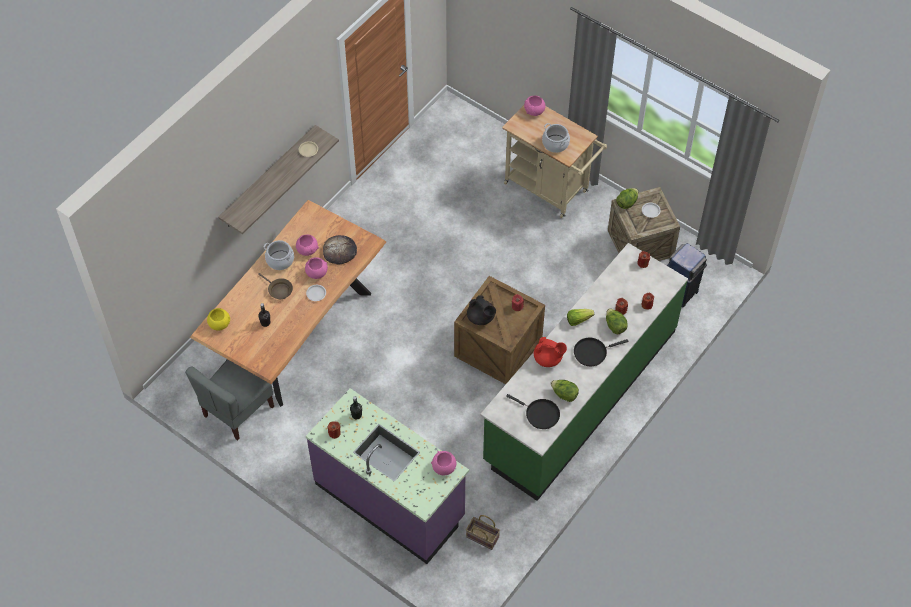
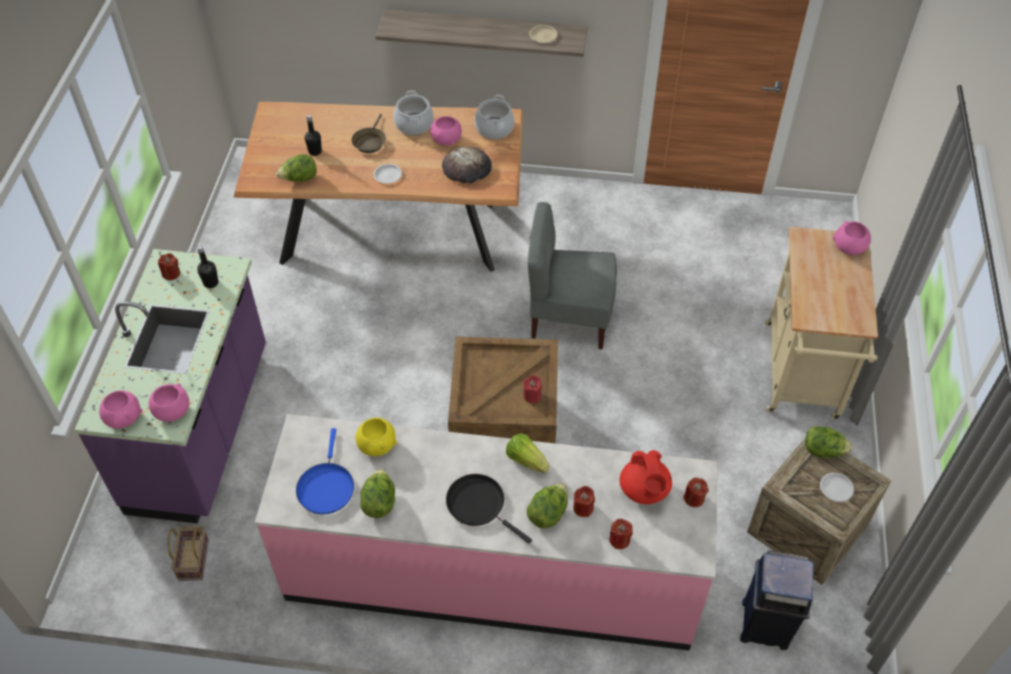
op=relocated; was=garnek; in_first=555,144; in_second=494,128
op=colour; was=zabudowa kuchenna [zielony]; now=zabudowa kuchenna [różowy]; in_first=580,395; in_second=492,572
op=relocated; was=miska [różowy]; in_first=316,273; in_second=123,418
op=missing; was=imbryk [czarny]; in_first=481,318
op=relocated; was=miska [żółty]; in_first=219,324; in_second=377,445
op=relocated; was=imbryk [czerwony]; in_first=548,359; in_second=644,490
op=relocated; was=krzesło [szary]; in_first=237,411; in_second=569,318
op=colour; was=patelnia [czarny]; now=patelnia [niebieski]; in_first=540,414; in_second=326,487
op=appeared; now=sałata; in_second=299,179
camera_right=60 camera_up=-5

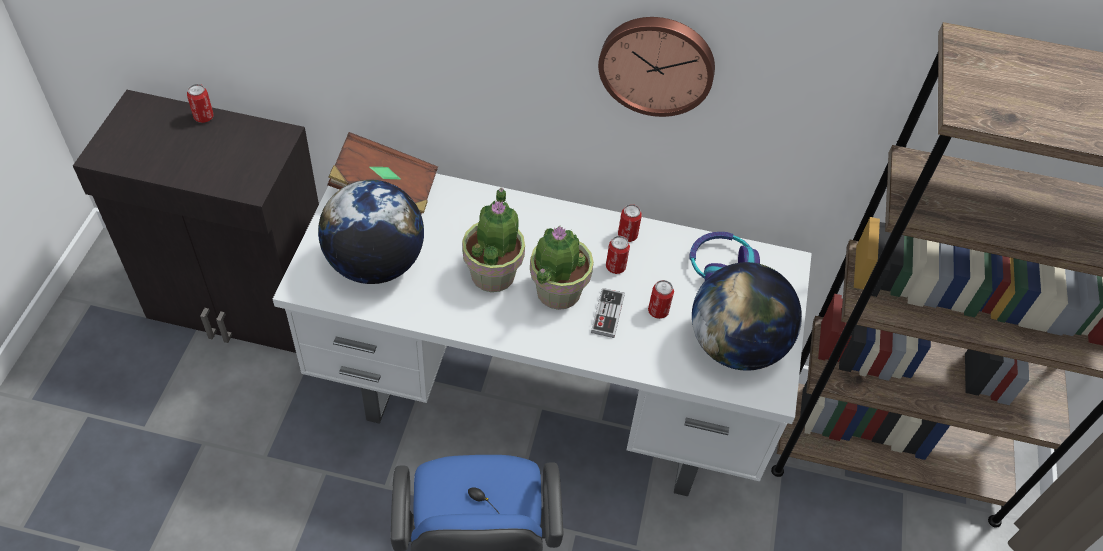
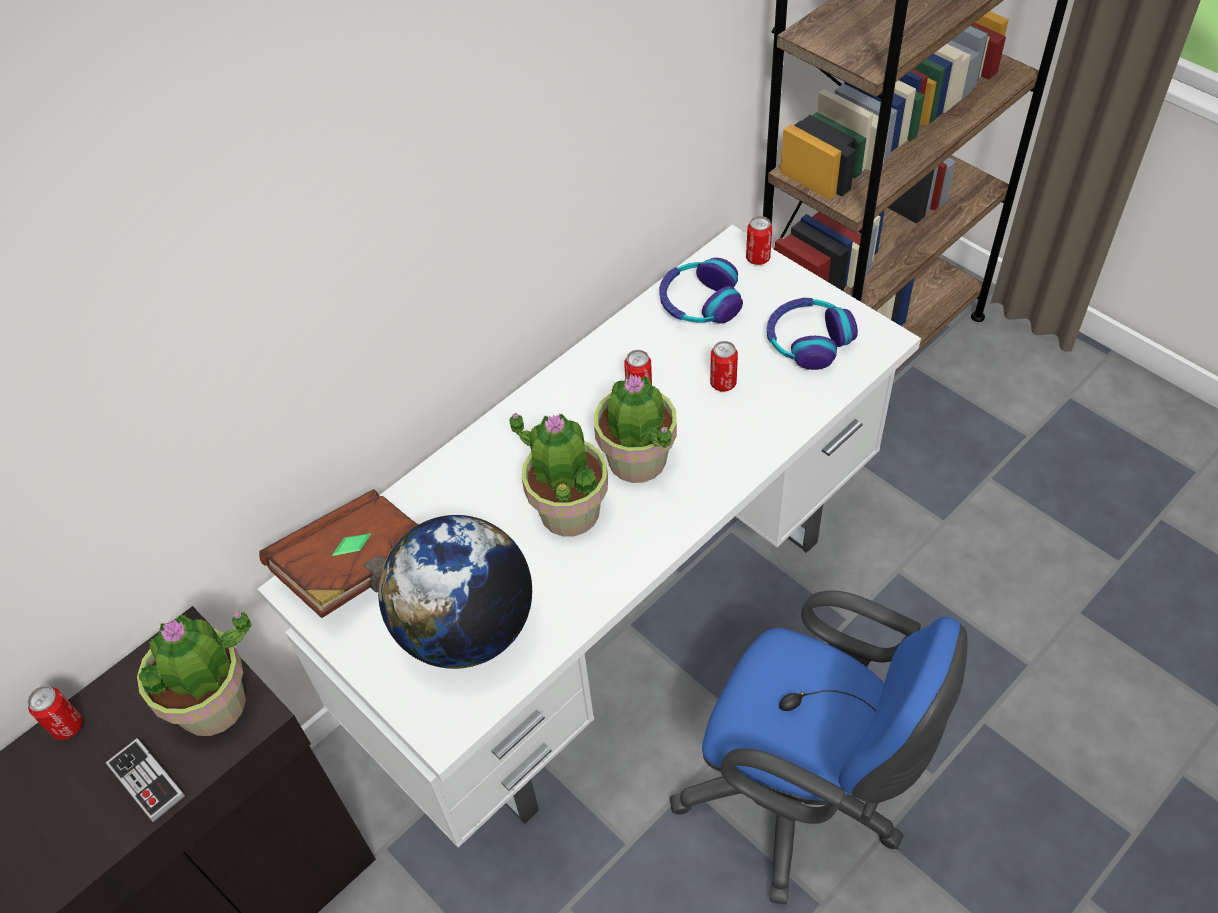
op=missing; was=zegar ścienny; in_first=657,63
op=relocated; was=puszka; in_first=627,235; in_second=758,258
op=exchanged; was=globus; now=słuchawki; in_first=735,345; in_second=808,340
op=relocated; was=pad do gier; in_first=607,314; in_second=146,781
op=appeared; now=roślina doniczkowa; in_second=213,705
camera_right=-50 camera_up=0

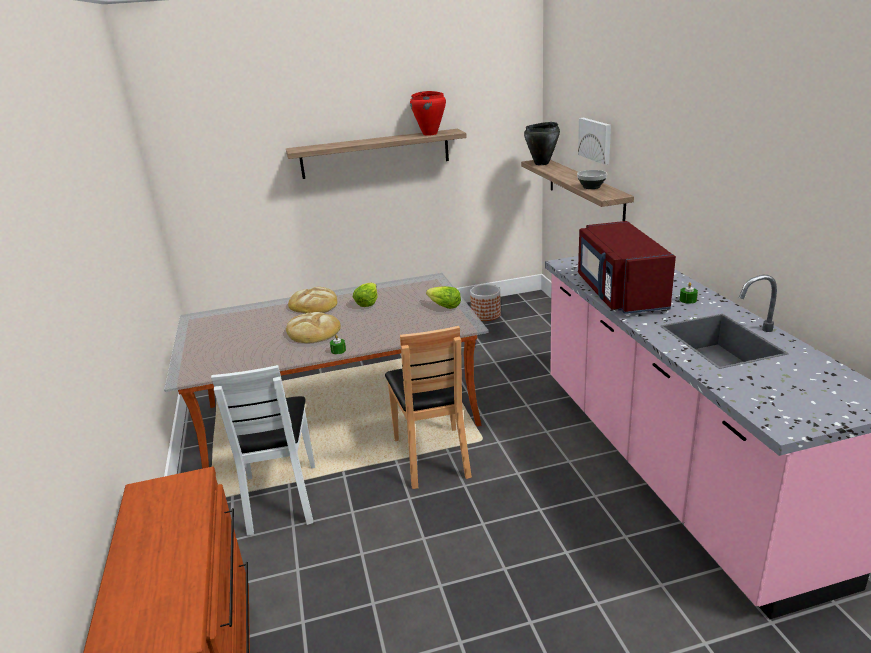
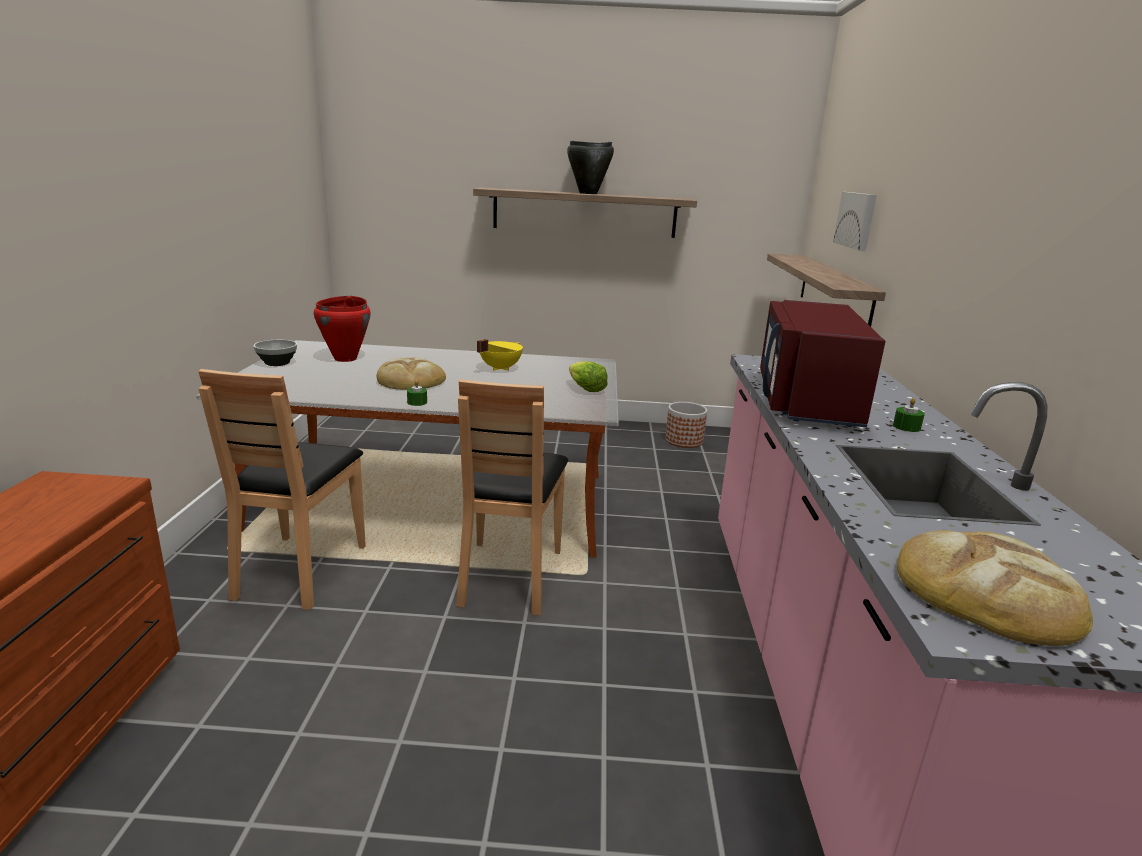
op=relocated; was=garnek [czerwony]; in_first=430,134; in_second=346,358
op=relocated; was=garnek [czarny]; in_first=542,163; in_second=588,193
op=relocated; was=miska; in_first=592,187; in_second=278,363
op=exchanged; was=sałata; now=garnek [żółty]; in_first=367,303; in_second=499,368
op=relocated; was=chleb; in_first=314,304; in_second=986,593
op=colour; was=krzesło [biały]; now=krzesło [brązowy]; in_first=281,498; in_second=300,570
camera_right=15 camera_up=-5

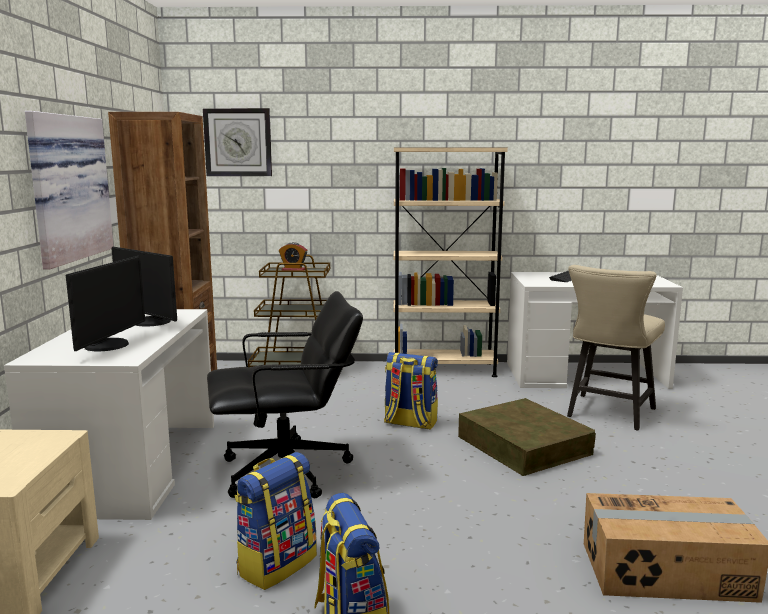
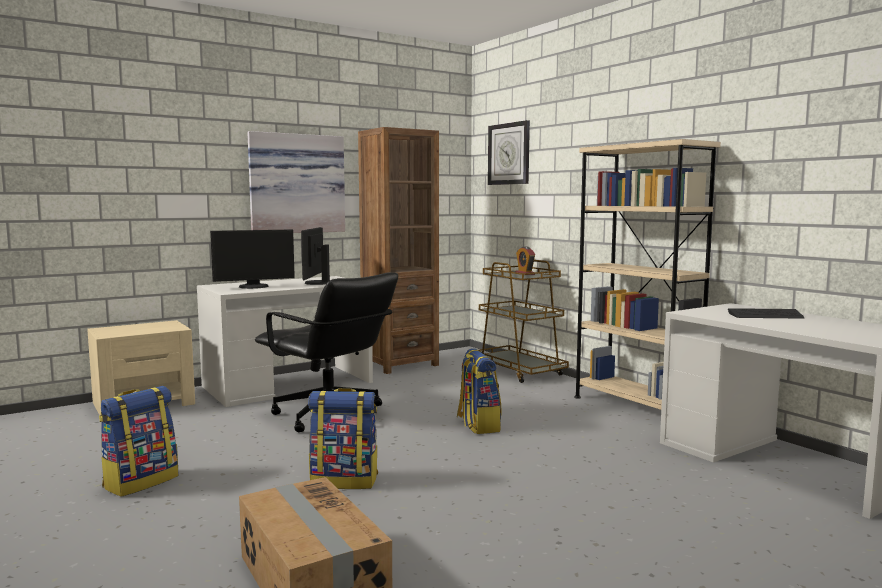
op=missing; was=krzesło [beżowy]; in_first=608,414
op=missing; was=pojemnik do przechowywania [brązowy]; in_first=523,445
op=relocated; was=plecak; in_first=276,564; in_second=345,480
camera_right=55 camera_up=-5

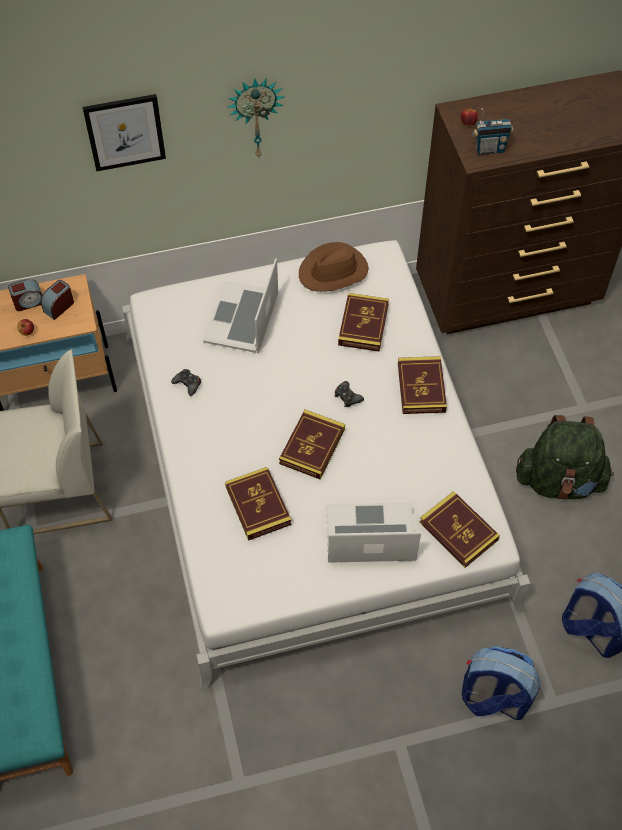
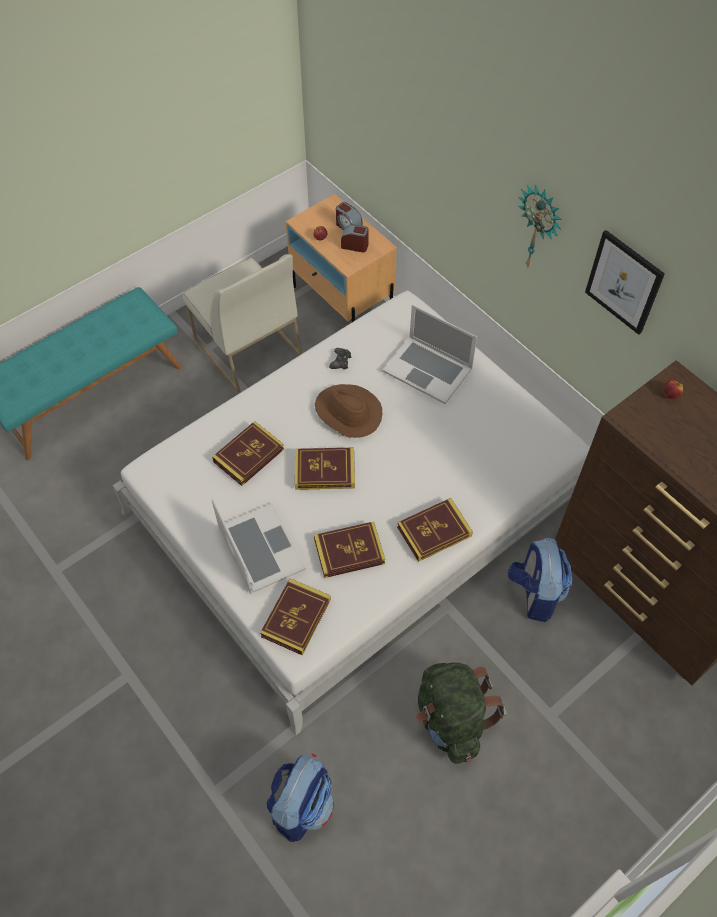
op=relocated; was=obraz; in_first=125,132; in_second=624,282
op=missing; was=radio; in_first=489,149
op=relocated; was=kapelusz [brązowy]; in_first=333,271; in_second=348,413
op=spun; was=laptop; in_first=242,317; in_second=427,369; clockwise=-135
op=relocated; was=książka; in_first=363,324; in_second=349,551
op=missing; was=pad do gier [czarny]; in_first=347,397
op=relocated; was=plecak; in_first=493,698; in_second=535,593
camera_right=65 camera_up=0

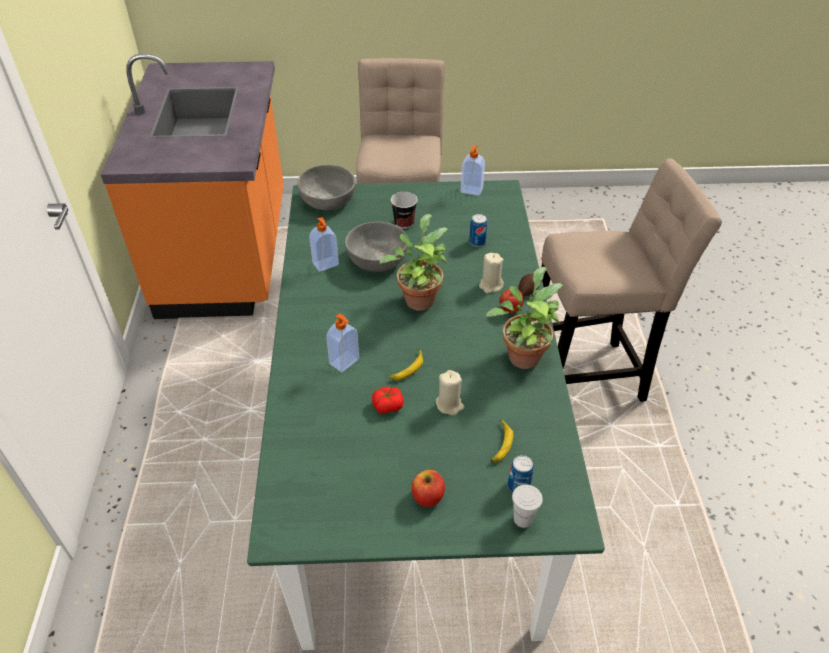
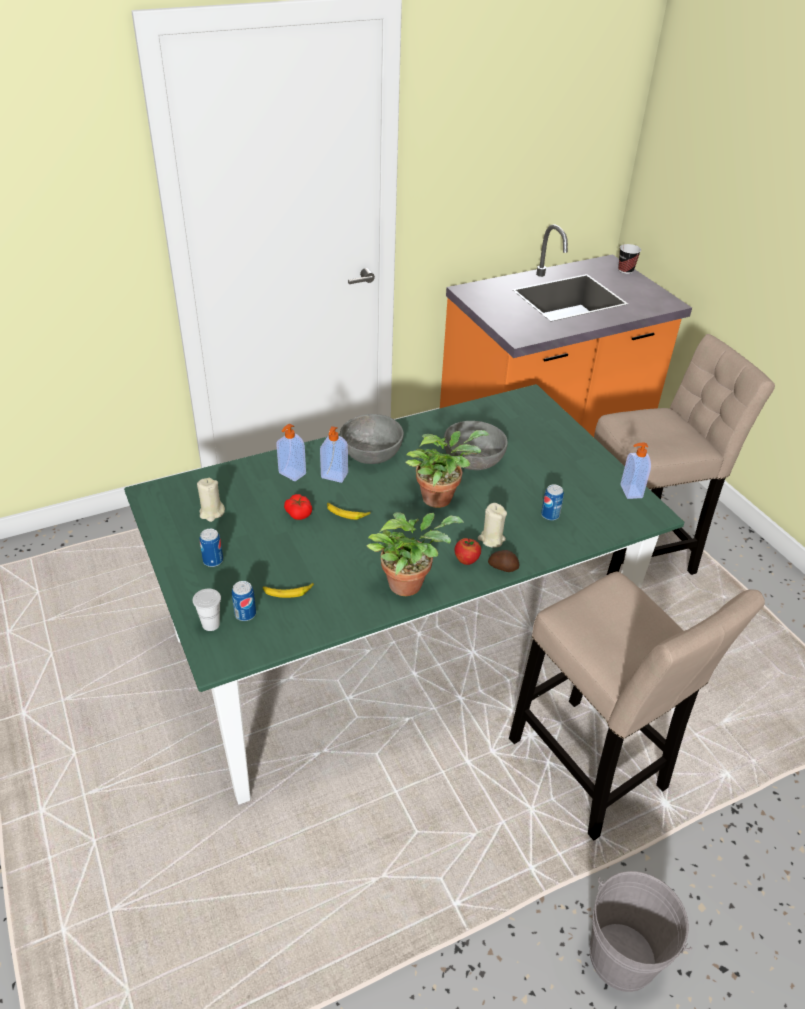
op=relocated; was=miska [szary]; in_first=328,200; in_second=371,452
op=relocated; was=filiżanka; in_first=404,223; in_second=625,270
op=relocated; was=dozownik mydła; in_first=326,264; in_second=291,474
op=relocated; was=świeca [beżowy]; in_first=449,405; in_second=211,513
op=exchanged; was=jabłko; now=puszka; in_first=428,496; in_second=213,561
op=appeared; now=wiadro [szary]; in_second=622,957
camera_right=65 camera_up=-5

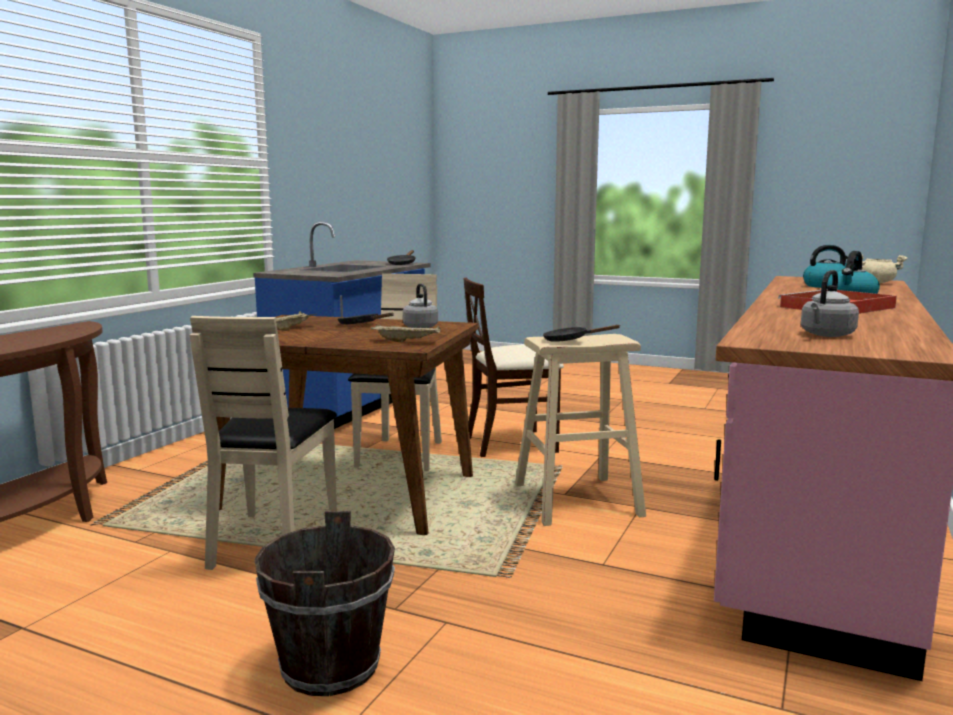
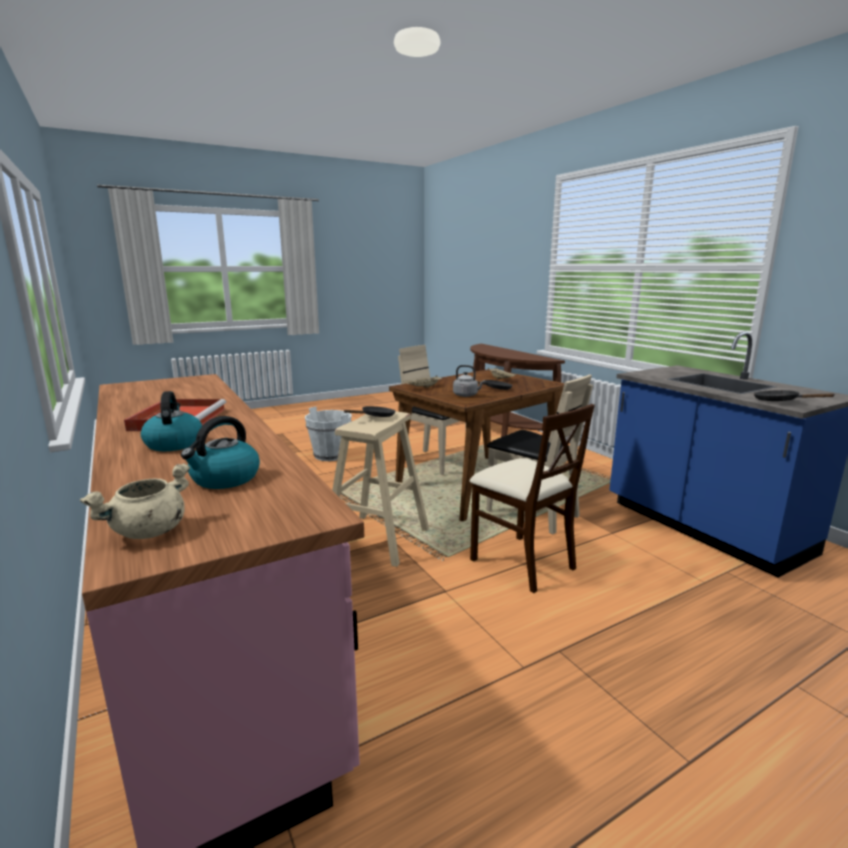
op=missing; was=czajnik [szary]; in_first=826,335
op=spun; was=krzesło [beżowy]; in_first=512,443; in_second=522,562; clockwise=120
op=colour; was=wiadro [brązowy]; now=wiadro [biały]; in_first=331,667; in_second=330,455
camera_right=125 camera_up=5

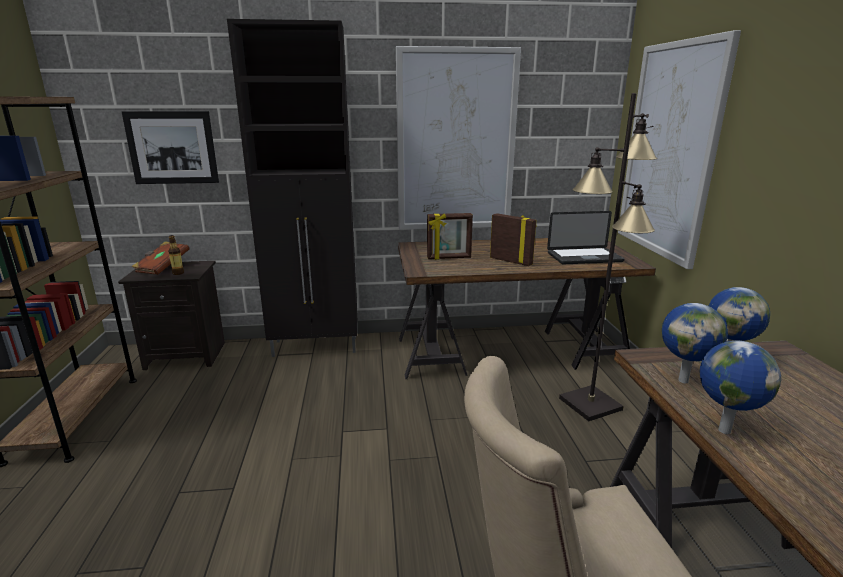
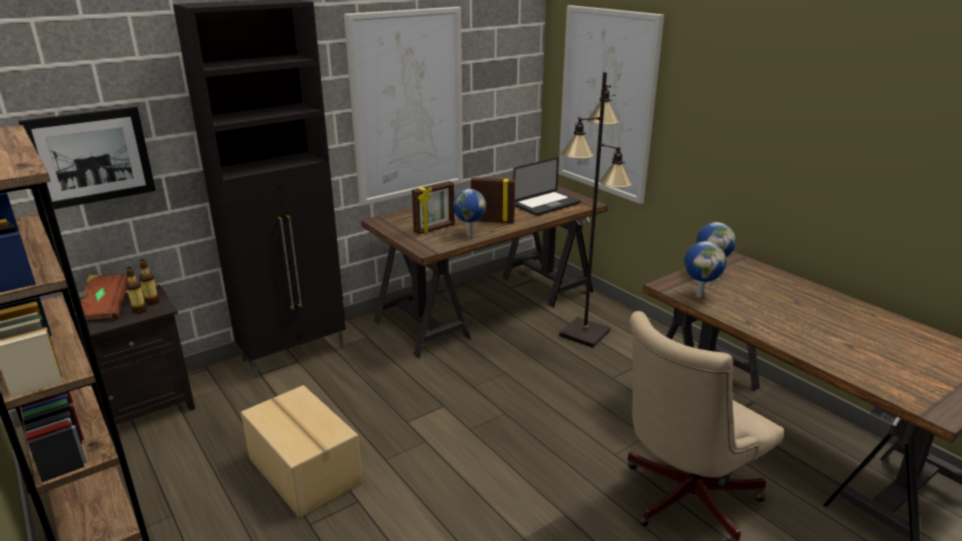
op=relocated; was=globus; in_first=722,430; in_second=469,235
op=appeared; now=butelka; in_second=152,302
op=appeared; now=karton; in_second=303,471
camera_right=-30 camera_up=5

